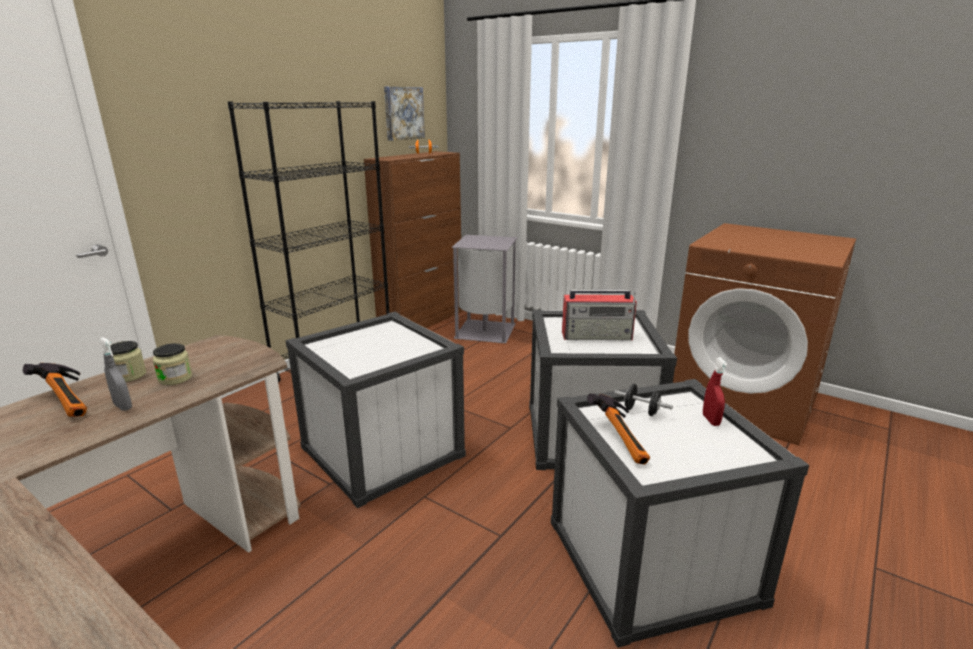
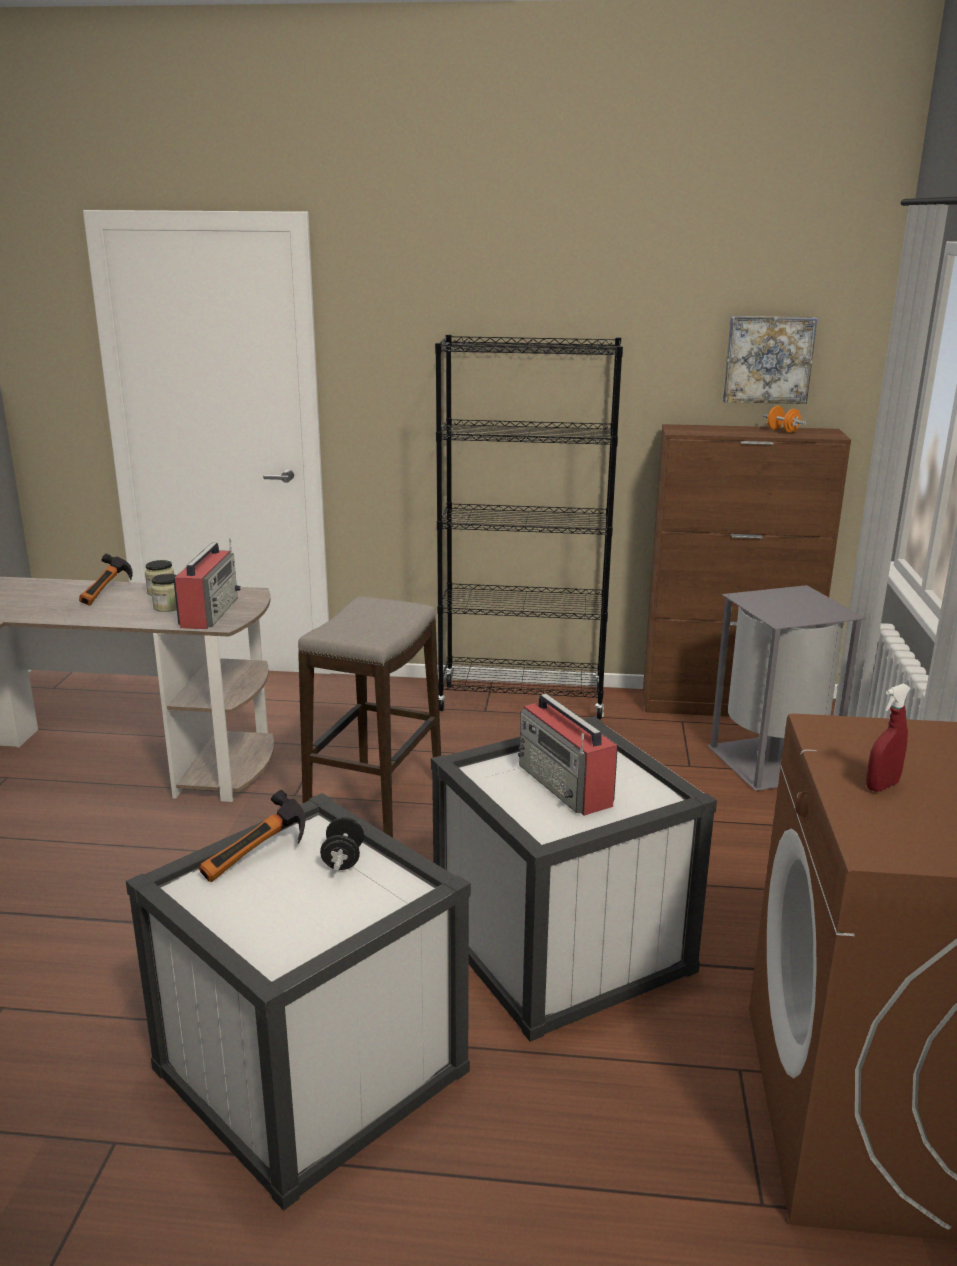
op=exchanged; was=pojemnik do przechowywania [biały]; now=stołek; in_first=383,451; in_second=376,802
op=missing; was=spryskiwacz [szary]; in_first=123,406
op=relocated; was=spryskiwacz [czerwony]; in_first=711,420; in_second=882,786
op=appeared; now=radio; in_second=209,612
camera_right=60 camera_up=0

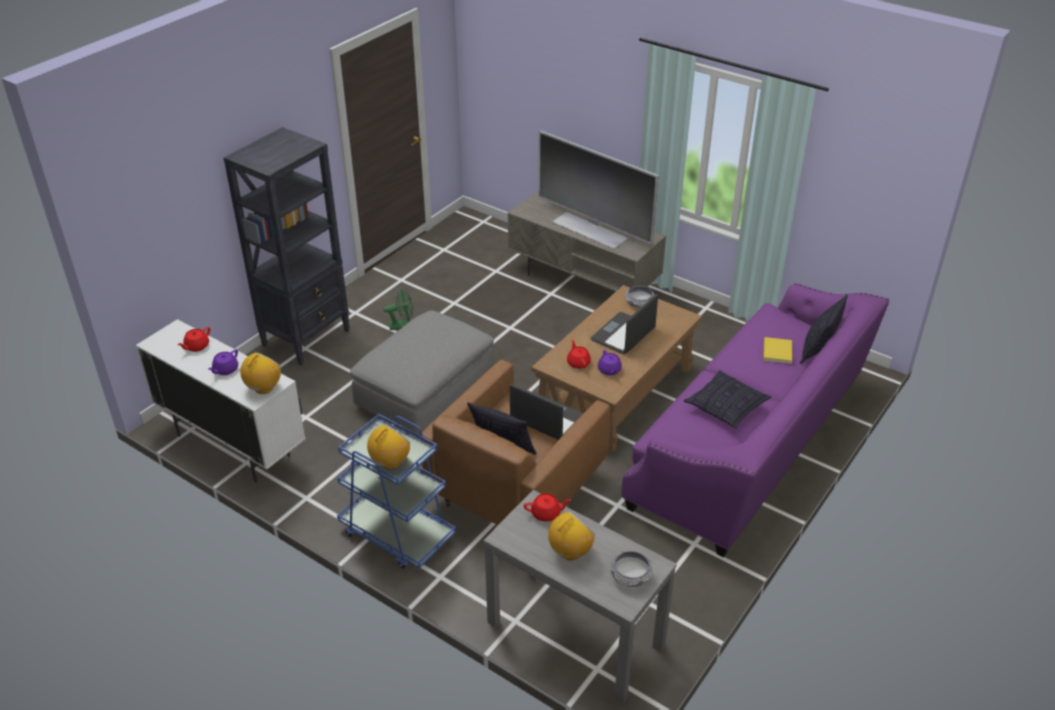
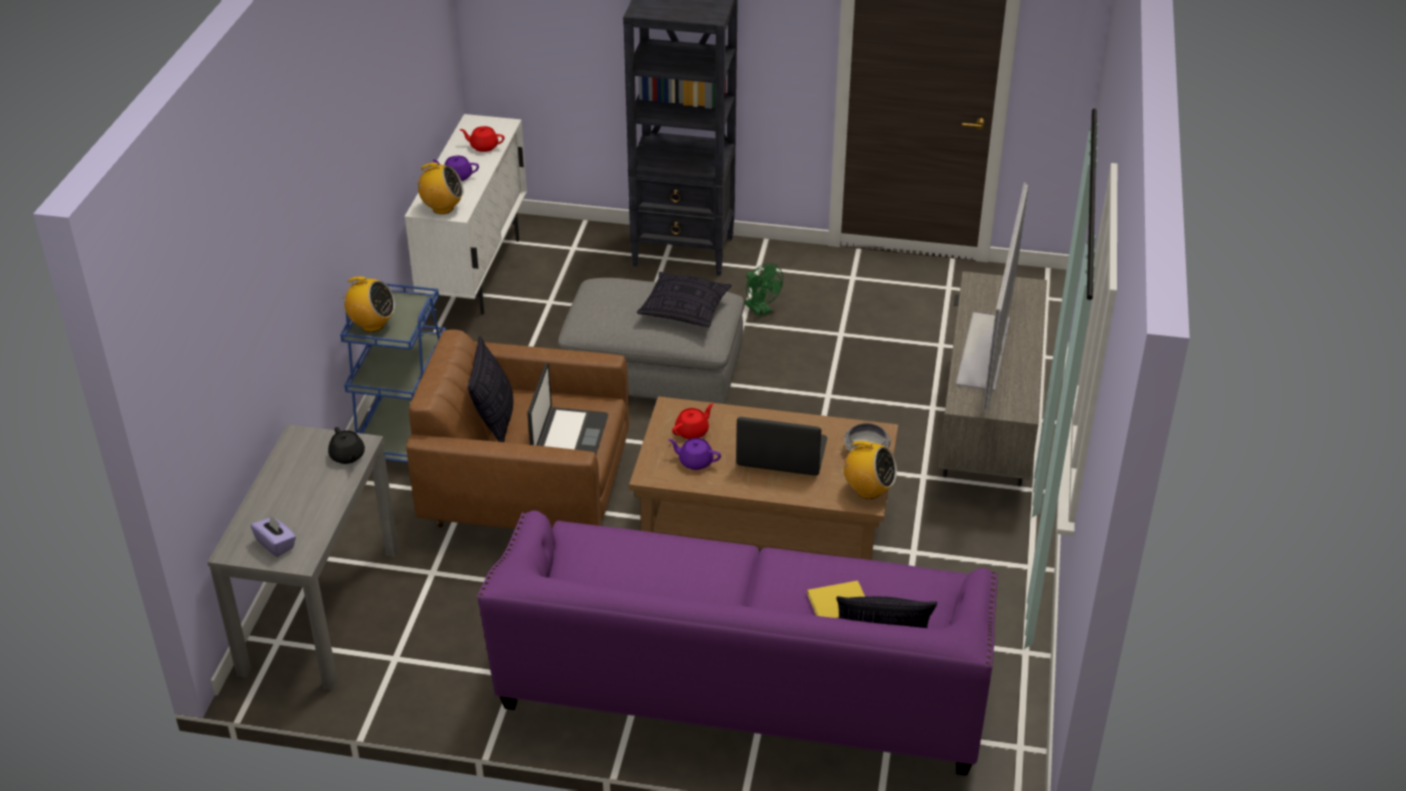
op=spun; was=imbryk [fioletowy]; in_first=609,370; in_second=695,461; clockwise=60
op=relocated; was=poduszka; in_first=726,407; in_second=684,310
op=colour; was=imbryk [czerwony]; now=imbryk [czarny]; in_first=546,513; in_second=347,456
op=relocated; was=radio; in_first=570,552; in_second=868,490
op=exchanged; was=miska; now=pudełko chusteczek [fioletowy]; in_first=630,576; in_second=276,544
camera_right=65 camera_up=0

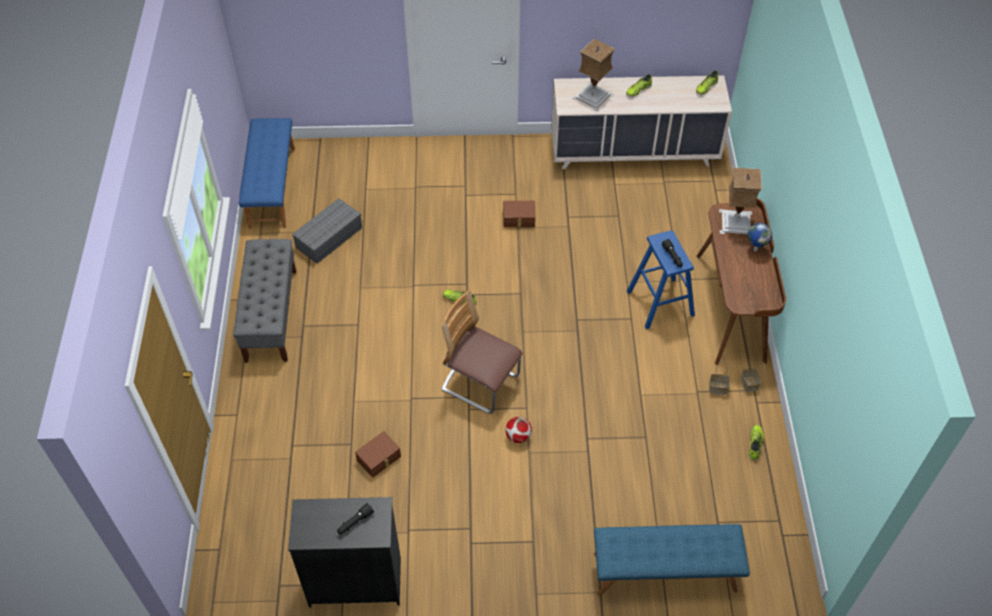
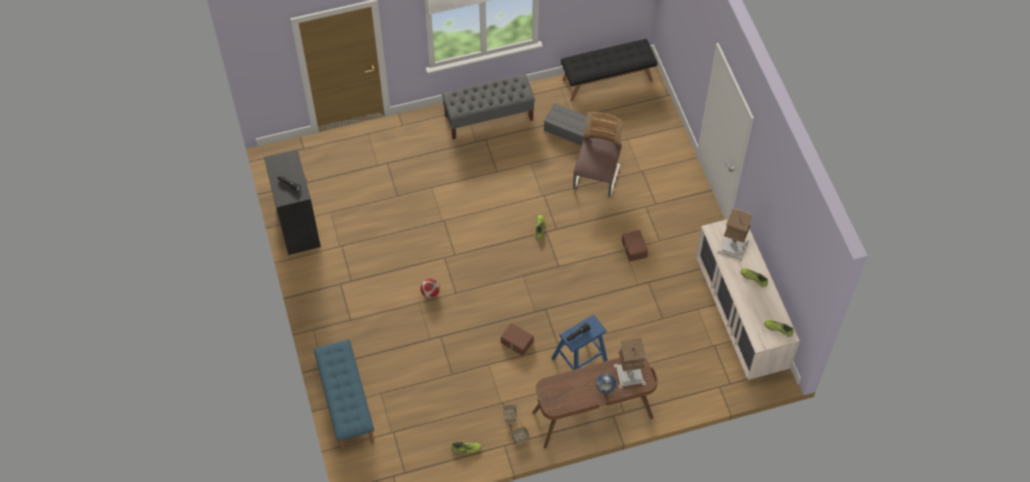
op=colour; was=ławka [niebieski]; now=ławka [czarny]; in_first=271,187; in_second=607,80
op=relocated; was=krzesło; in_first=480,383; in_second=596,178
op=relocated; was=pojemnik do przechowywania [brązowy]; in_first=379,459; in_second=516,342
camera_right=75 camera_up=5

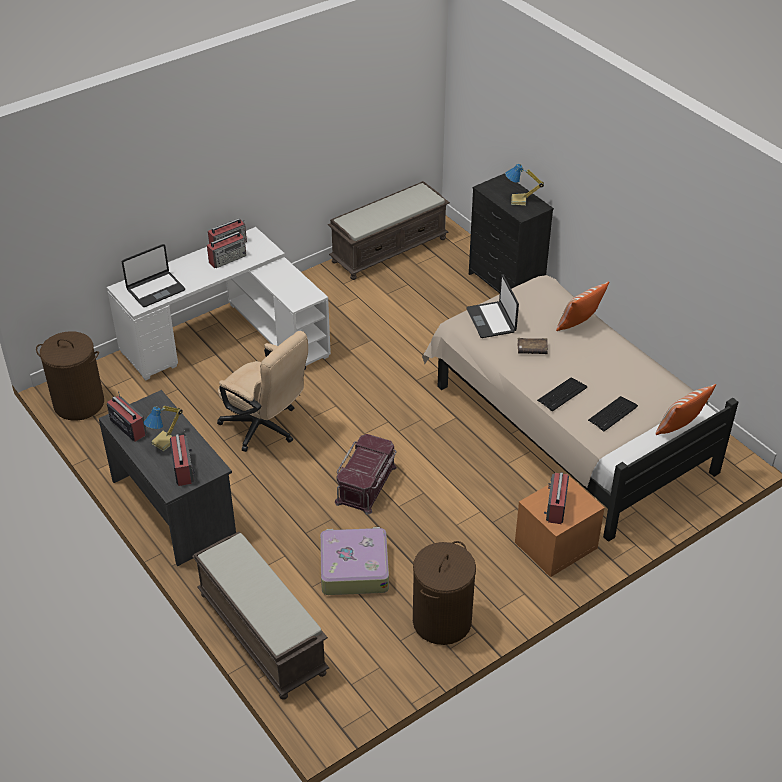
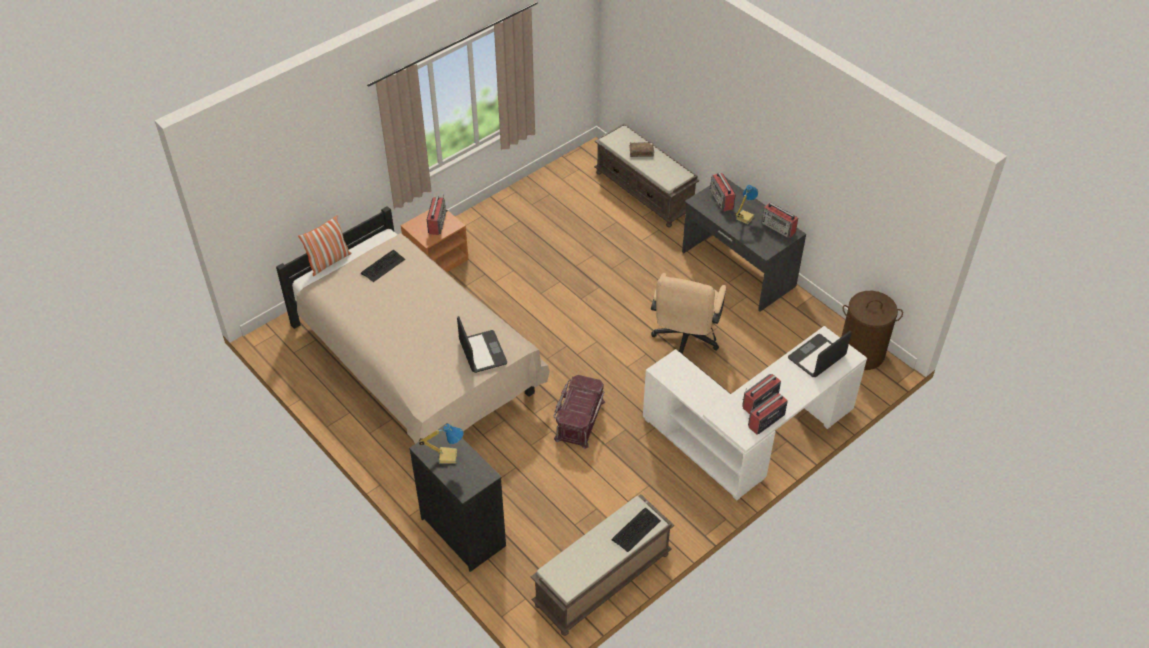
op=missing; was=poduszka; in_first=578,324
op=spun; was=krzesło biurowe [beżowy]; in_first=265,428; in_second=684,340; clockwise=-105
op=relocated; was=książka [brązowy]; in_first=532,350; in_second=641,151
op=relocated; was=klawiatura; in_first=562,394; in_second=636,530
op=relocated; was=pojemnik do przechowywania [czerwony]; in_first=367,485; in_second=579,419
op=missing; was=walizka; in_first=353,568
op=missing; was=kosz na pranie [brązowy]; in_first=441,621
camera_right=175 camera_up=5

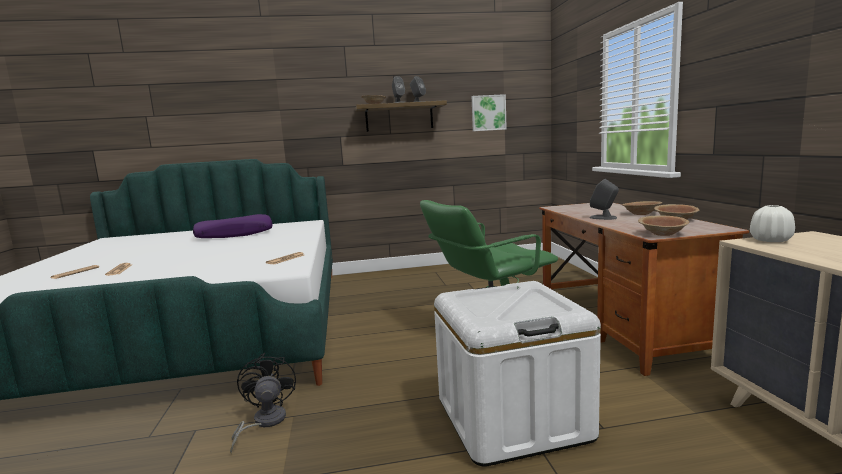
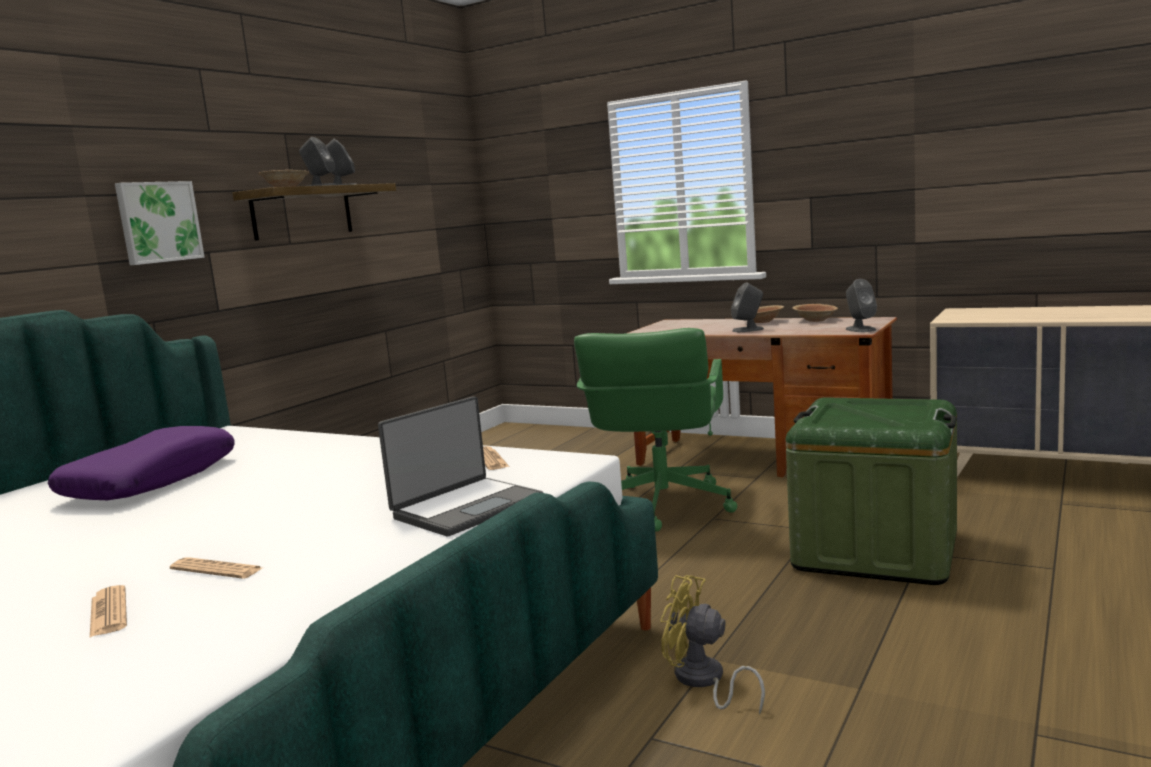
op=relocated; was=obraz; in_first=488,113; in_second=158,222
op=missing; was=wazon [biały]; in_first=770,240
op=exchanged; was=miska [brązowy]; now=głośnik [szary]; in_first=662,234; in_second=860,329
op=colour; was=pojemnik do przechowywania [biały]; now=pojemnik do przechowywania [zielony]; in_first=512,418; in_second=875,551
op=colour; was=wentylator [czarny]; now=wentylator [żółty]; in_first=264,422; in_second=703,681
op=appeared; now=laptop; in_second=466,508
camera_right=-50 camera_up=0

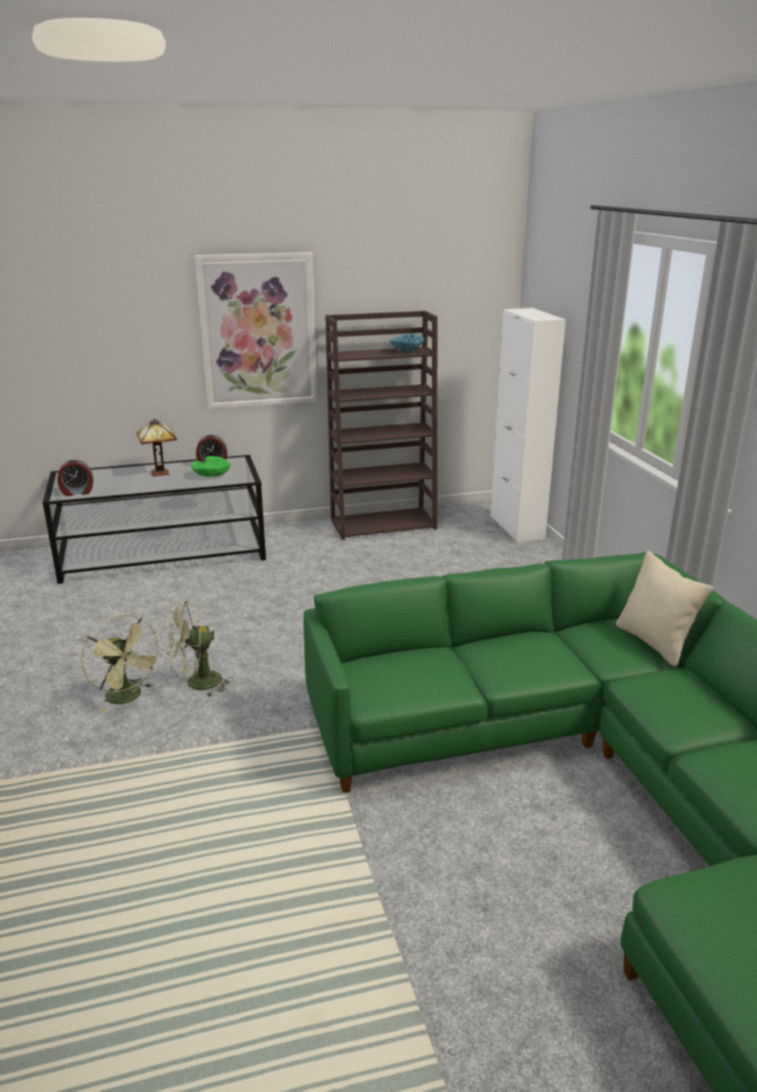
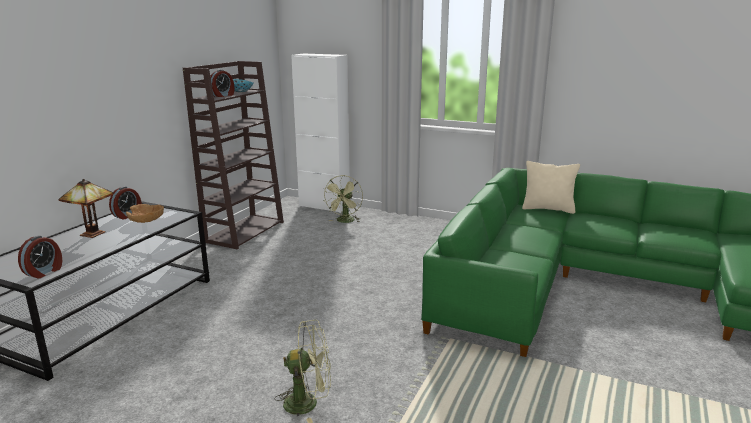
op=missing; was=obraz; in_first=258,331
op=colour; was=miska [zielony]; now=miska [brązowy]; in_first=212,475; in_second=146,220
op=relocated; was=wentylator [zielony]; in_first=197,684; in_second=345,221
op=appeared; now=budzik; in_second=223,95
camera_right=-50 camera_up=-5

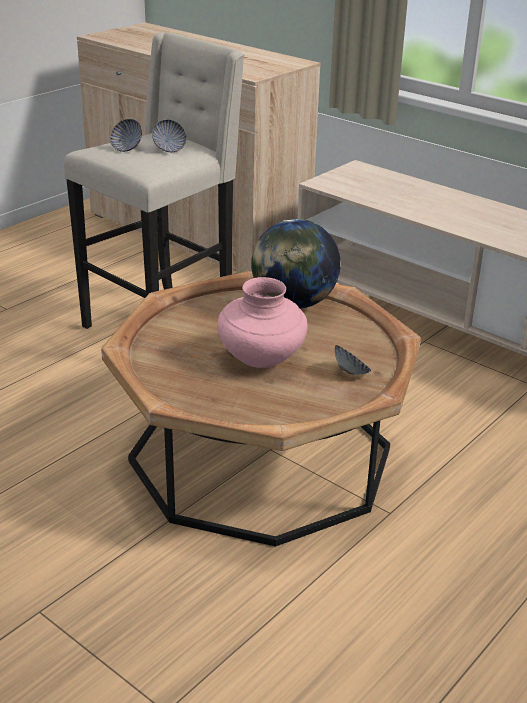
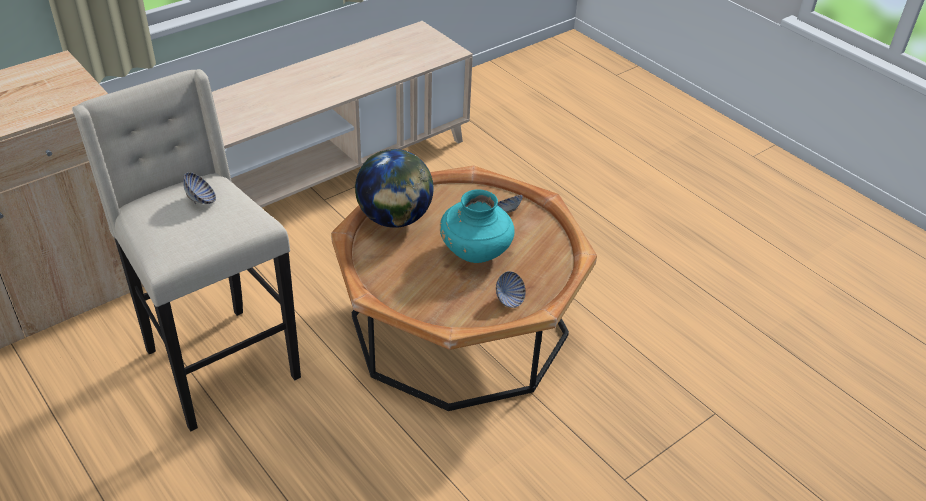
op=relocated; was=miska; in_first=127,148; in_second=509,299
op=colour; was=wazon [różowy]; now=wazon [turkusowy]; in_first=261,359; in_second=476,252
camera_right=-80 camera_up=10

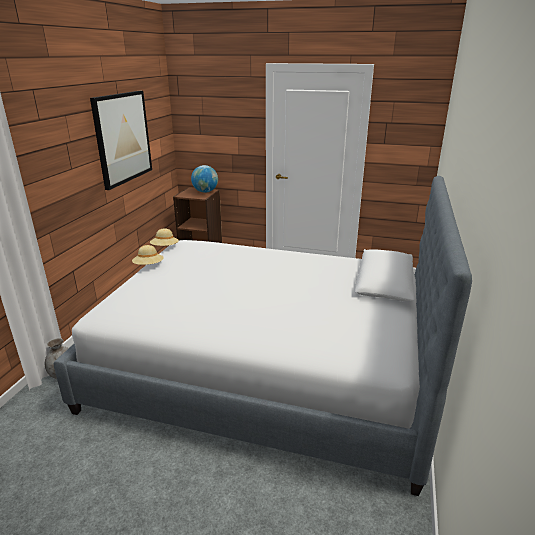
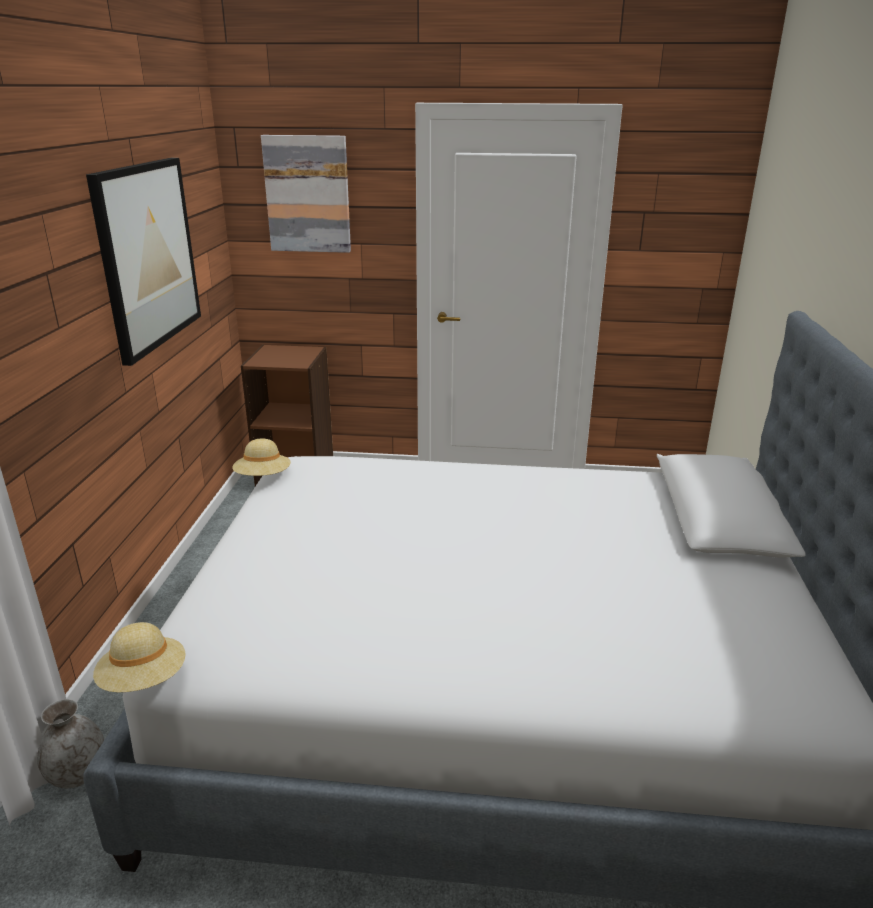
op=missing; was=globus; in_first=205,192
op=relocated; was=kapelusz [beżowy]; in_first=149,266; in_second=144,680
op=appeared; now=obraz; in_second=308,194
camera_right=-10 camera_up=0

